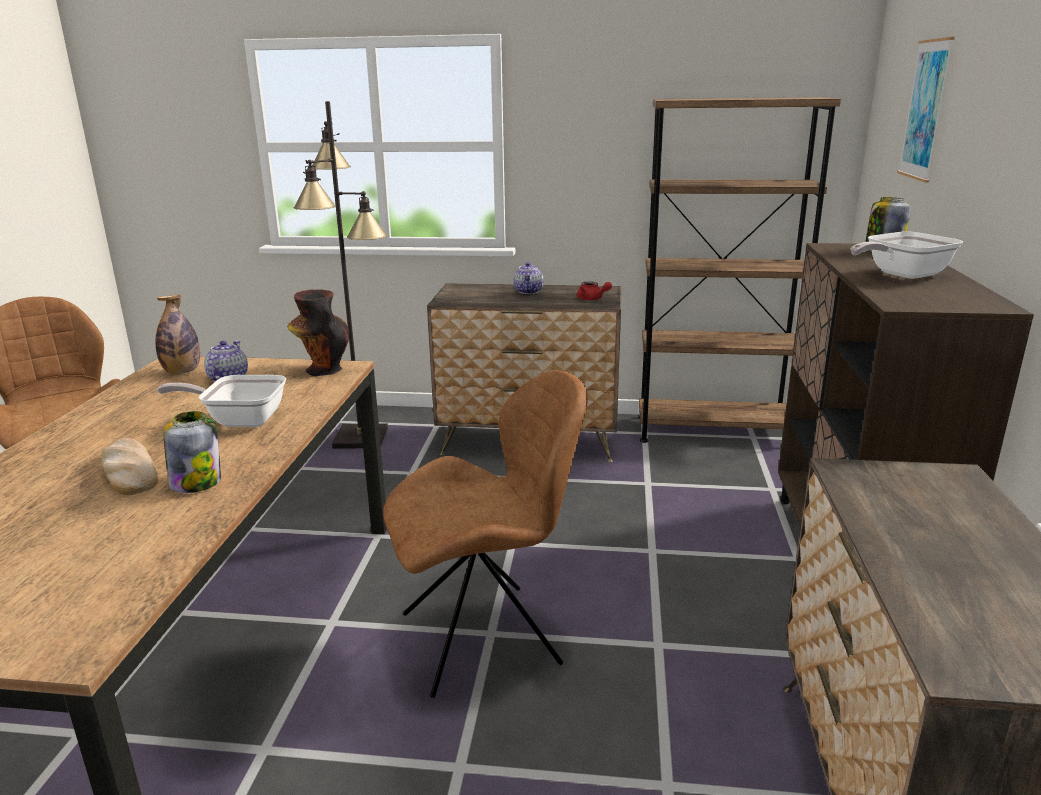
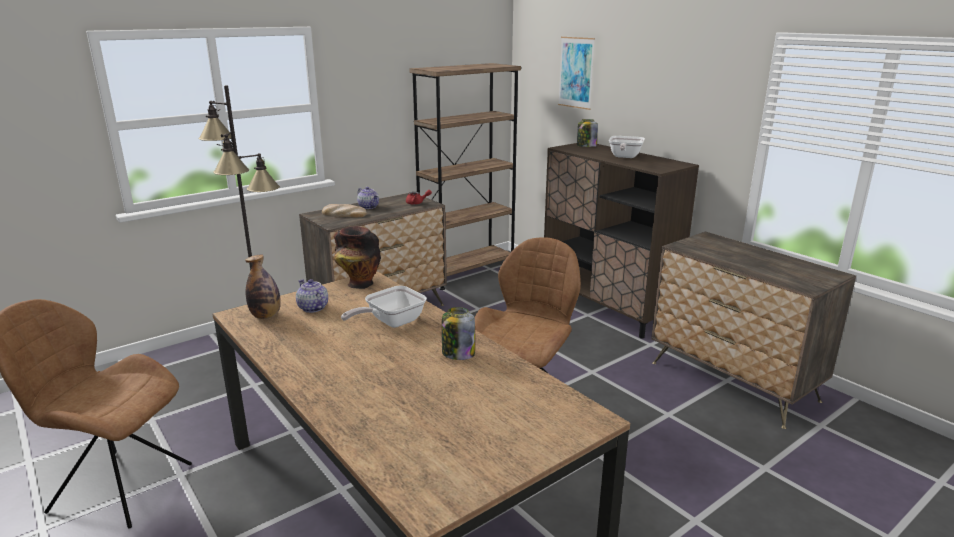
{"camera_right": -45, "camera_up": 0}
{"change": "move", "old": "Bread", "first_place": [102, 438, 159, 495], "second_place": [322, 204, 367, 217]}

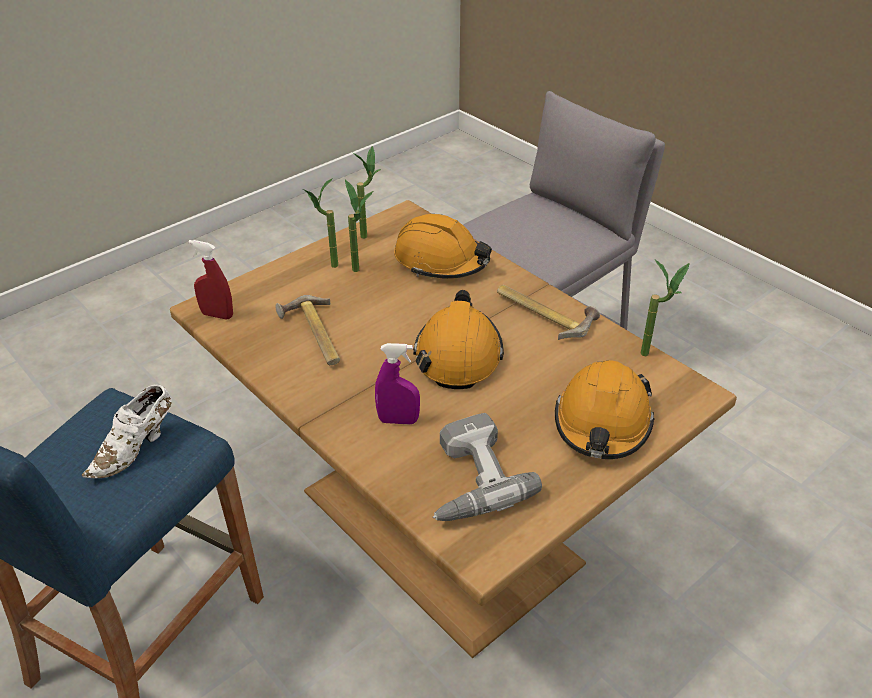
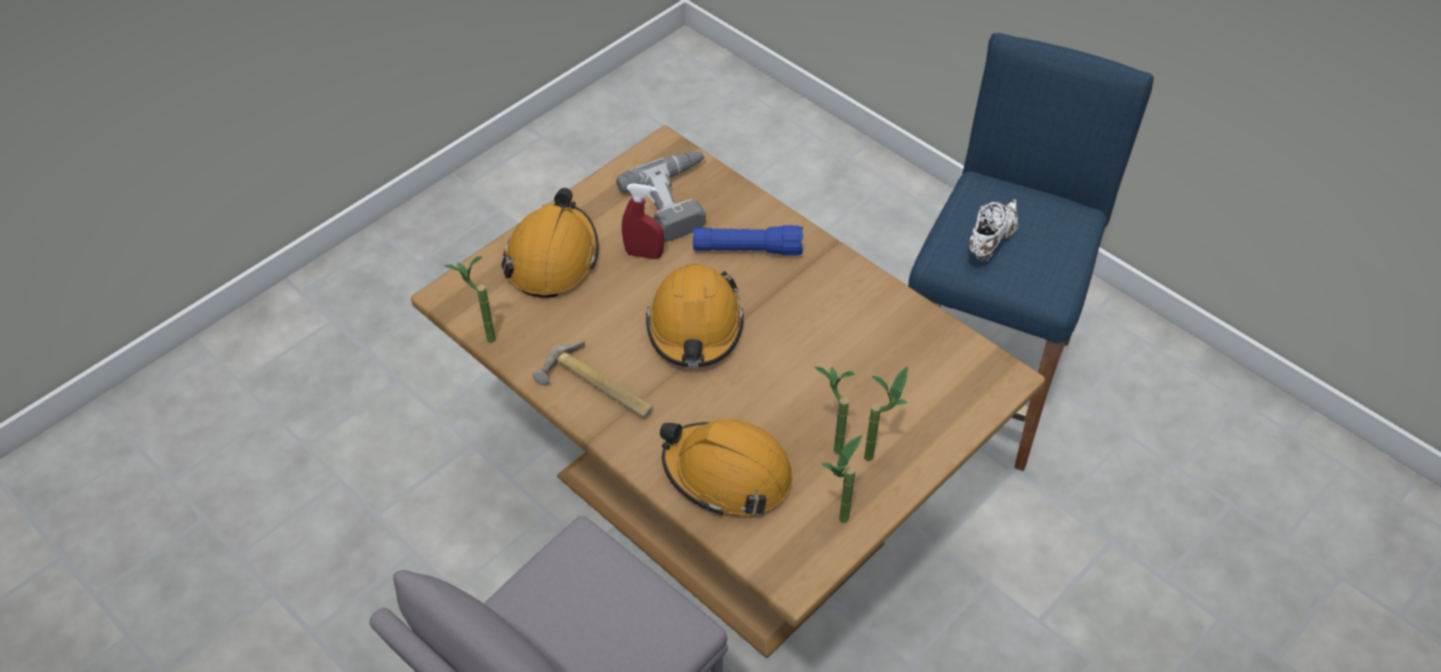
{"camera_right": 175, "camera_up": 10}
{"change": "move", "old": "RedSprayBottle", "first_place": [188, 240, 233, 319], "second_place": [622, 183, 664, 259]}
{"change": "delete", "old": "ToolHammer", "first_place": [275, 295, 340, 365]}
{"change": "replace", "old": "PurpleColouredSprayBottle", "new": "BlueColouredTorch", "first_place": [375, 343, 420, 425], "second_place": [693, 225, 803, 256]}

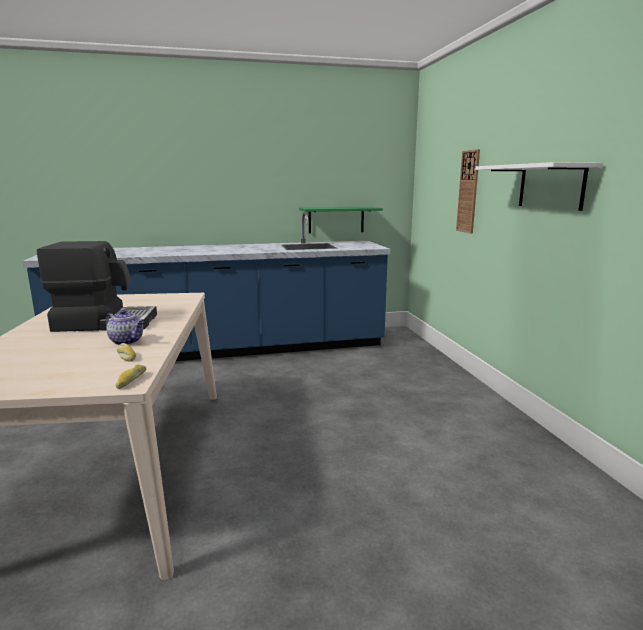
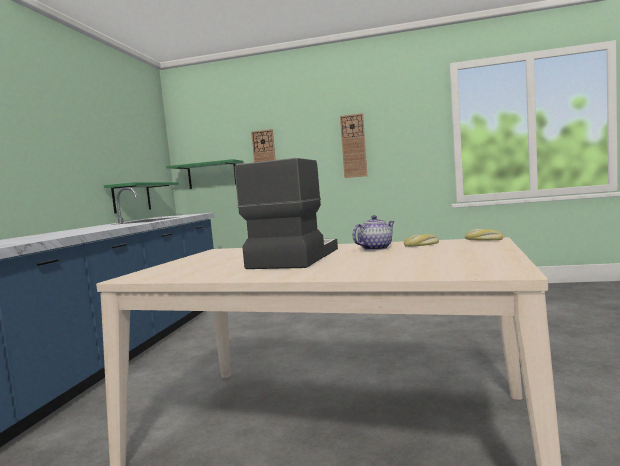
{"camera_right": -65, "camera_up": -10}
{"change": "replace", "old": "WhitishWallShelf", "new": "ClockOnTheWall", "first_place": [475, 162, 603, 211], "second_place": [340, 113, 367, 178]}
{"change": "insert", "new": "GreenColouredWallShelf", "second_place": [166, 159, 243, 189]}

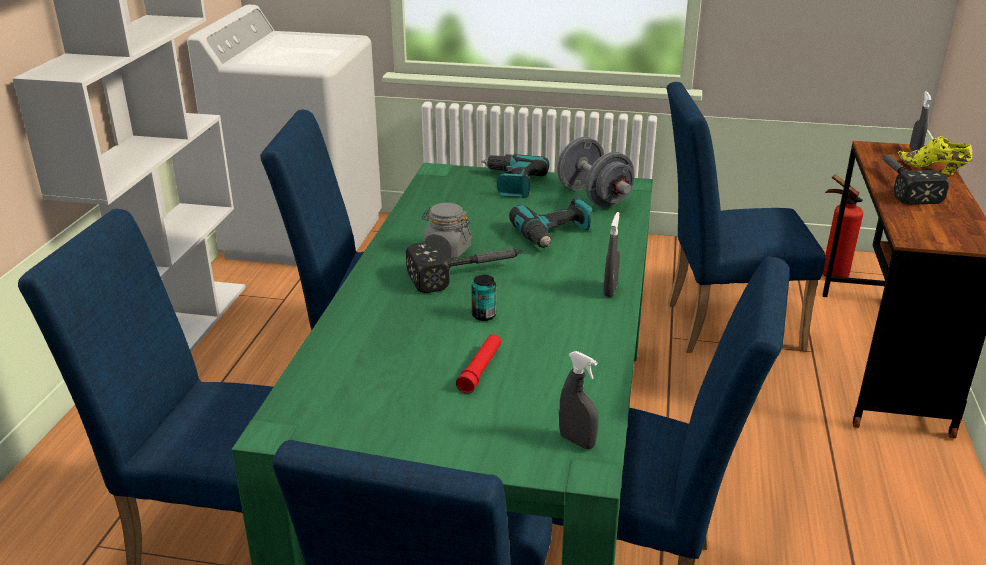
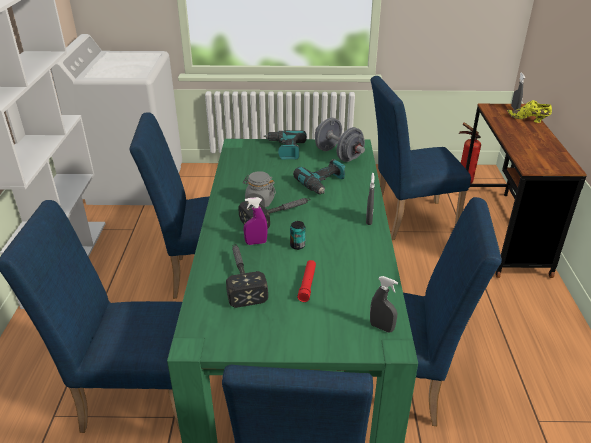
{"camera_right": -10, "camera_up": 5}
{"change": "move", "old": "ToolHammer", "first_place": [882, 155, 949, 205], "second_place": [226, 244, 268, 308]}
{"change": "insert", "new": "PurpleColouredSprayBottle", "second_place": [244, 197, 268, 245]}

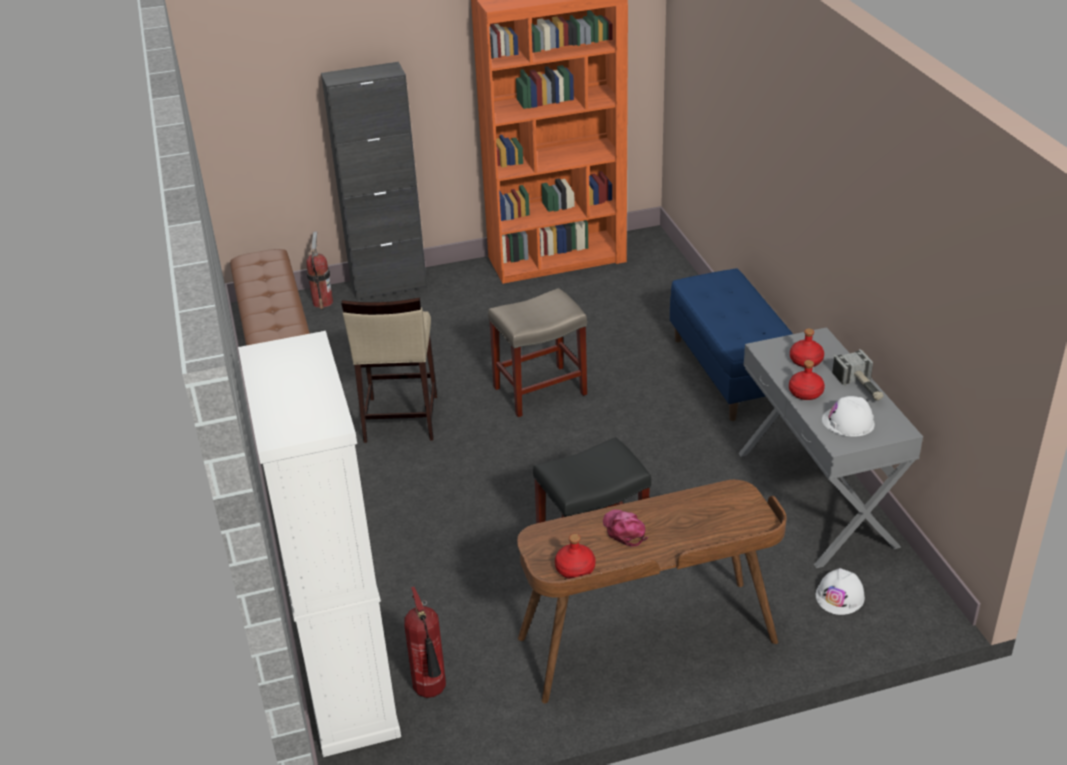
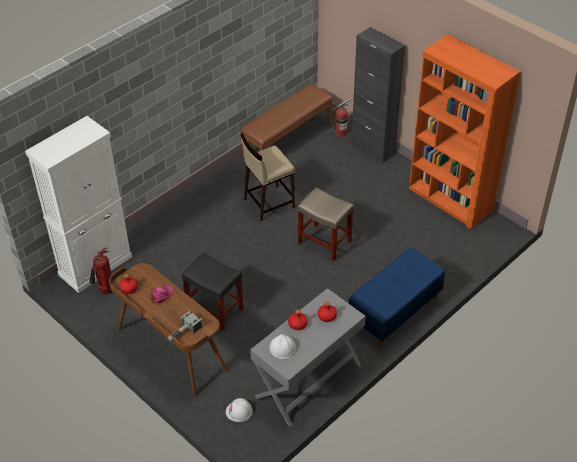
{"camera_right": 60, "camera_up": 10}
{"change": "move", "old": "ToolHammer", "first_place": [832, 349, 884, 401], "second_place": [168, 310, 203, 341]}

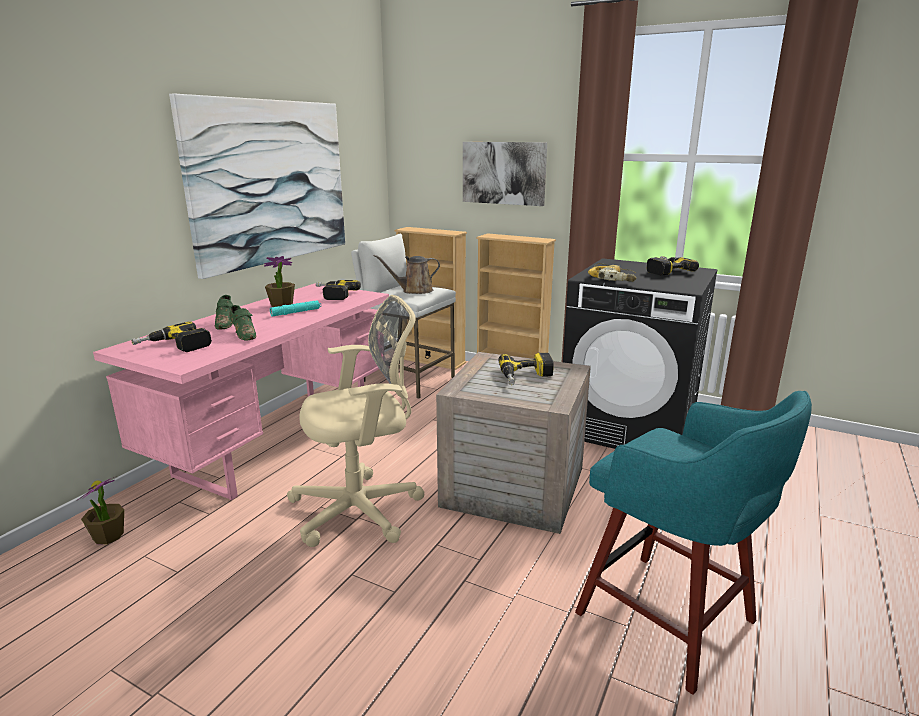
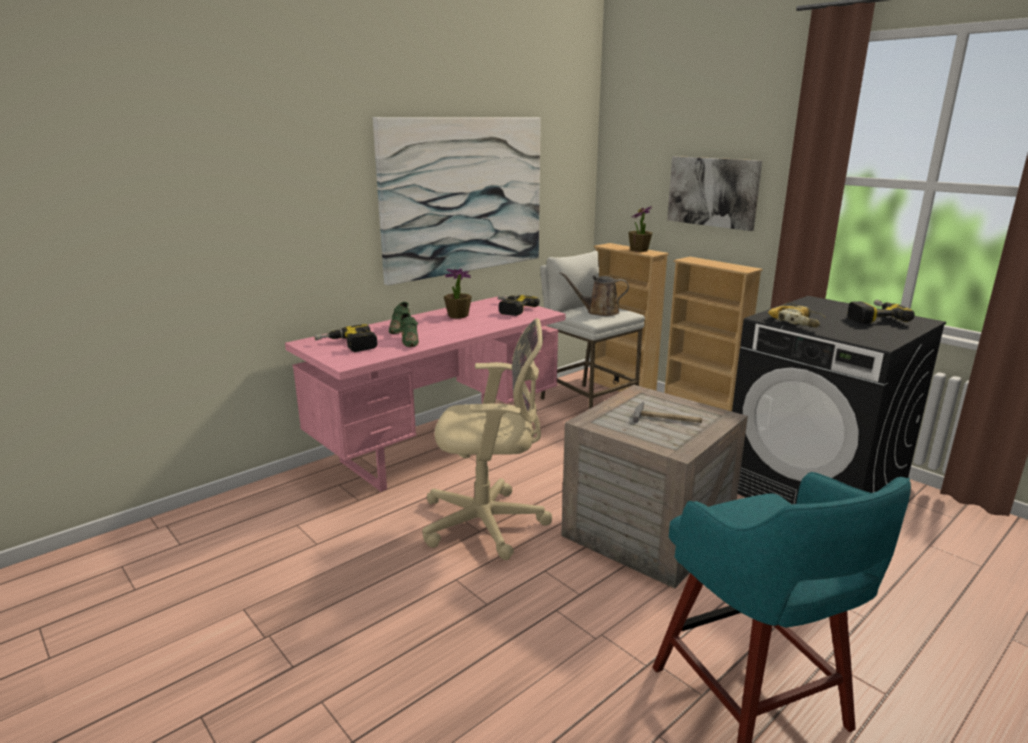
{"camera_right": 20, "camera_up": 0}
{"change": "delete", "old": "BlueGreenTorch", "first_place": [270, 300, 321, 316]}
{"change": "replace", "old": "Drill", "new": "ToolHammer", "first_place": [498, 353, 554, 385], "second_place": [633, 402, 702, 423]}
{"change": "move", "old": "PottedPlant", "first_place": [77, 476, 124, 545], "second_place": [628, 206, 653, 252]}

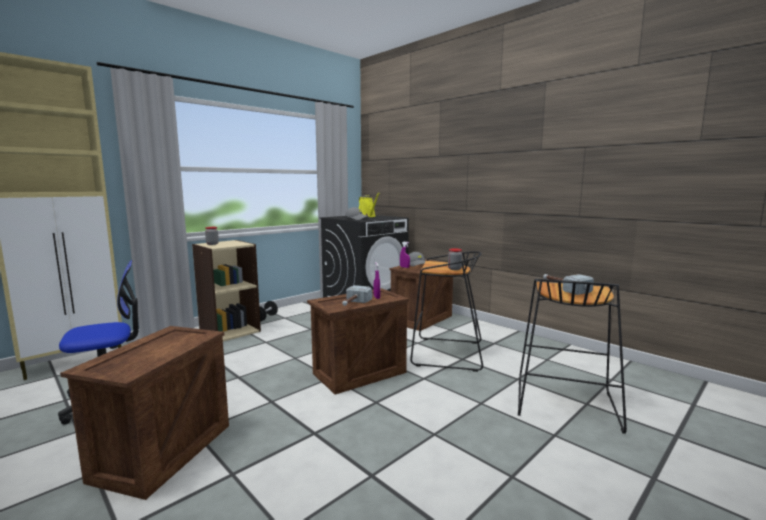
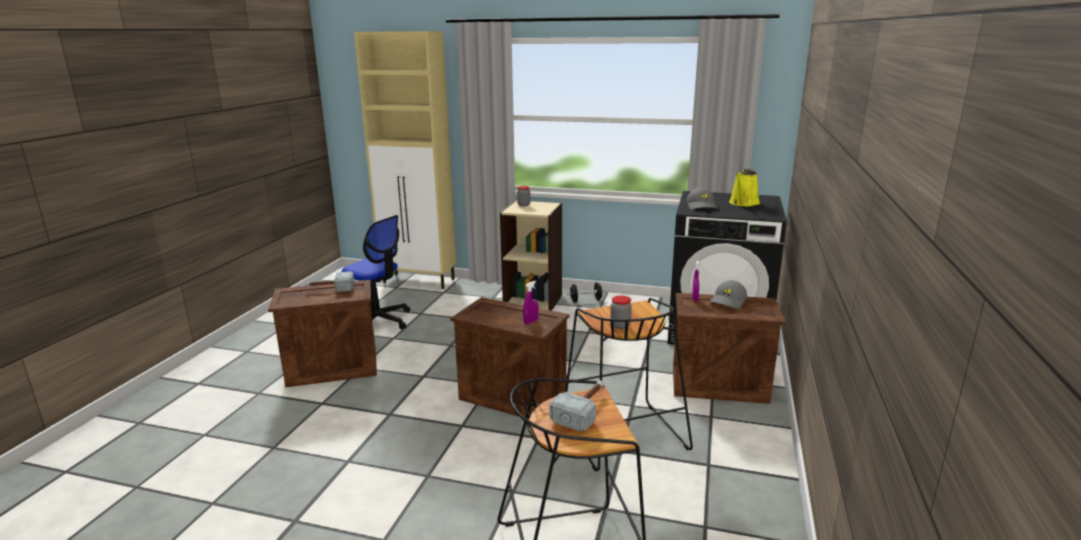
{"camera_right": 60, "camera_up": 10}
{"change": "move", "old": "ToolHammer", "first_place": [342, 285, 372, 306], "second_place": [305, 271, 354, 292]}

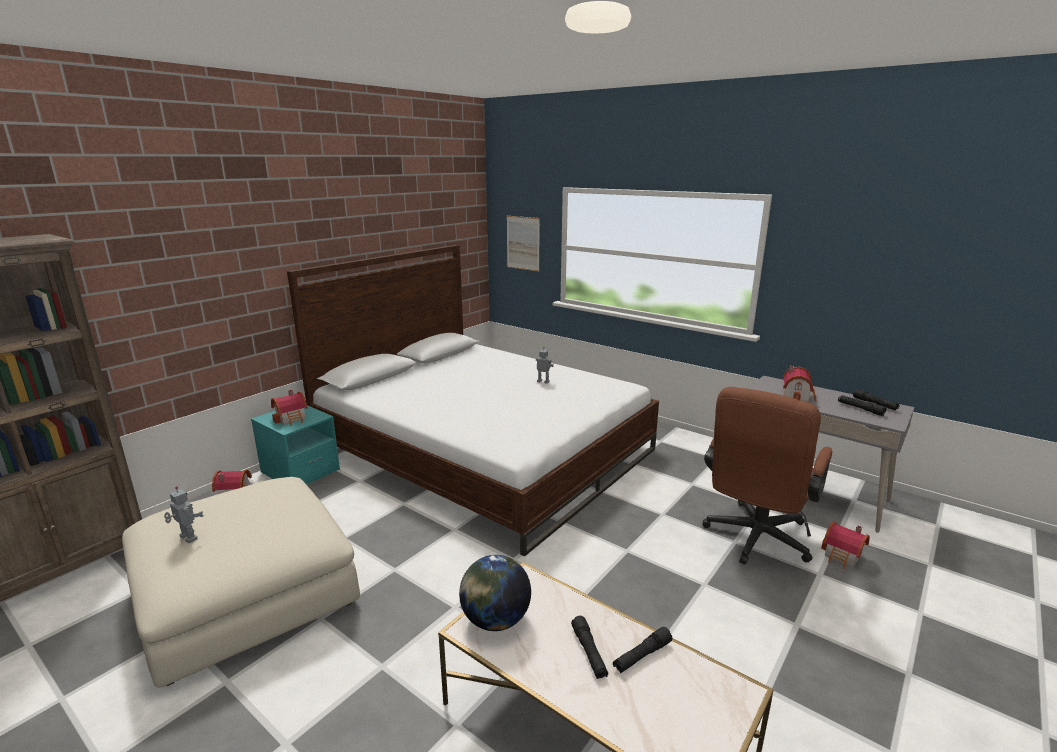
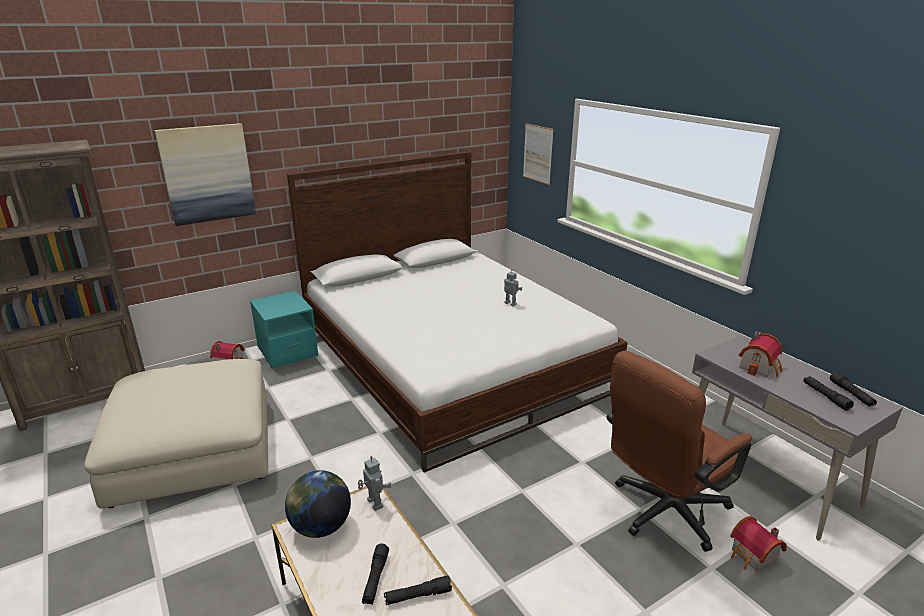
{"camera_right": 20, "camera_up": 5}
{"change": "delete", "old": "MiniatureHouse", "first_place": [271, 389, 308, 426]}
{"change": "move", "old": "ModelRobot", "first_place": [164, 486, 204, 543], "second_place": [358, 456, 391, 511]}
{"change": "insert", "new": "WallArt", "second_place": [155, 123, 256, 226]}

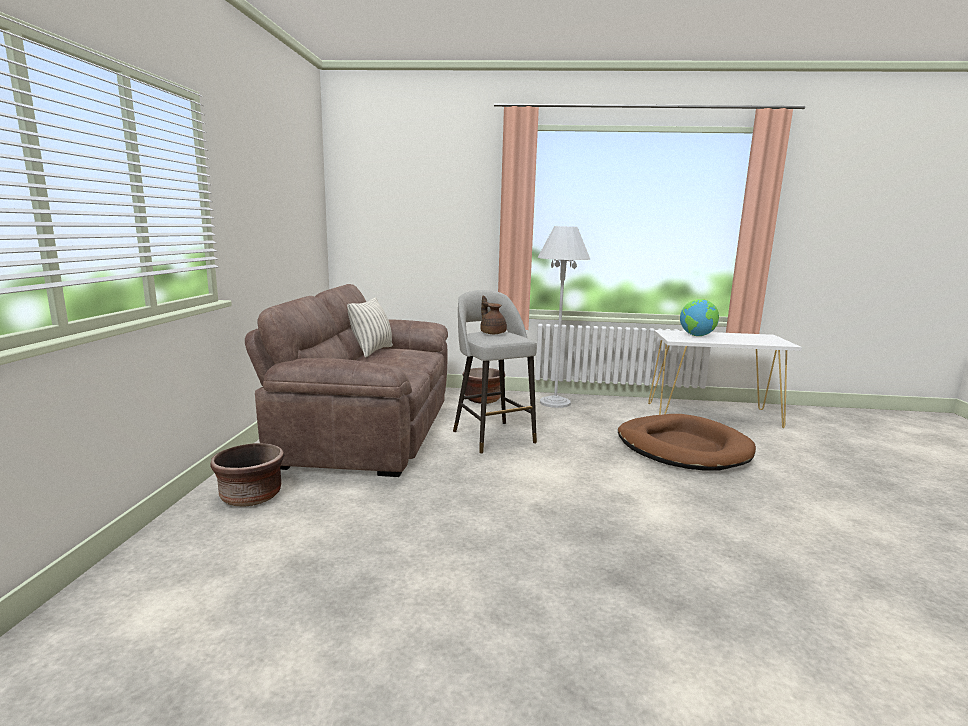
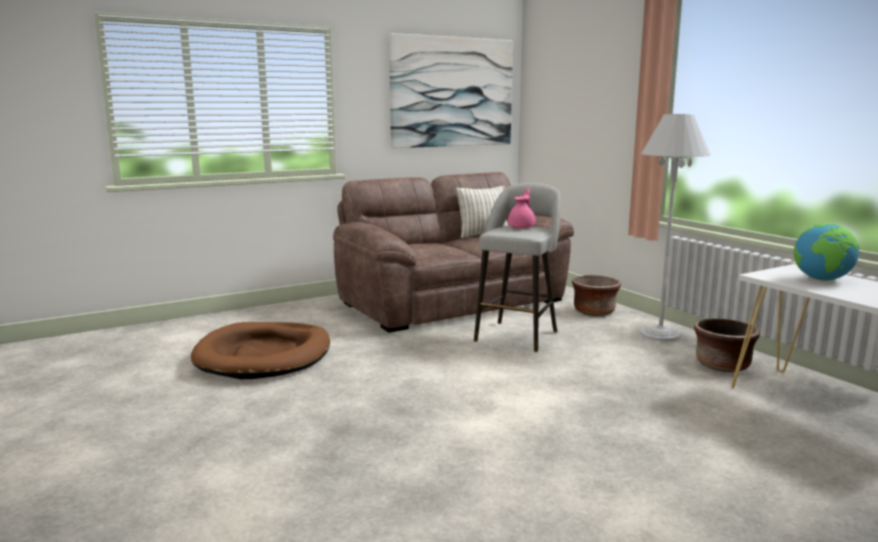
{"camera_right": 55, "camera_up": 0}
{"change": "recolor", "old": "BrownColouredTeapot", "new": "PinkTeapot", "first_place": [480, 296, 507, 334], "second_place": [508, 188, 536, 228]}
{"change": "move", "old": "BrownColouredPetBed", "first_place": [618, 414, 756, 471], "second_place": [191, 322, 330, 379]}
{"change": "move", "old": "BrownColouredPlanter", "first_place": [210, 443, 284, 506], "second_place": [694, 319, 760, 372]}
{"change": "insert", "new": "WallArt", "second_place": [389, 33, 513, 148]}

